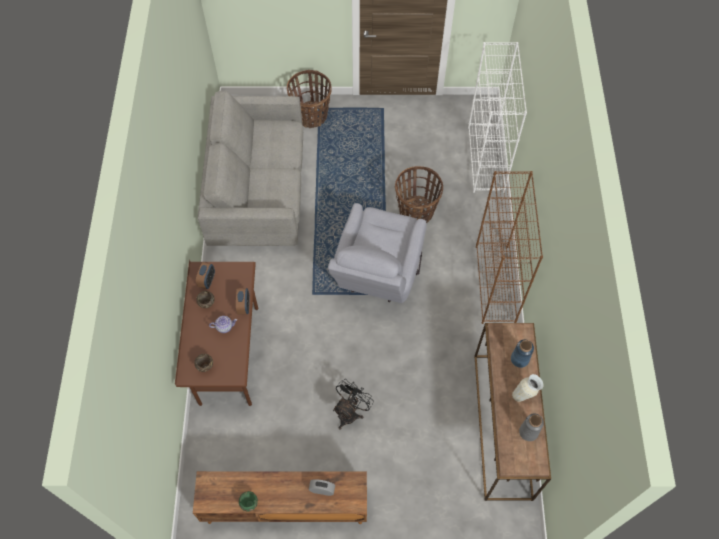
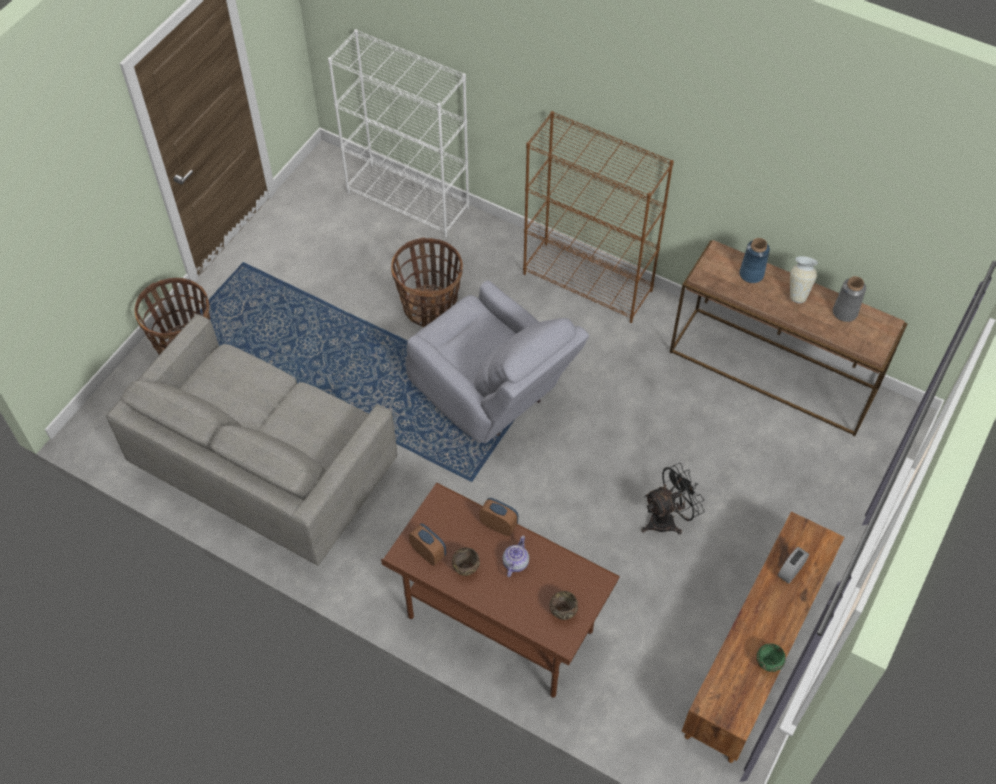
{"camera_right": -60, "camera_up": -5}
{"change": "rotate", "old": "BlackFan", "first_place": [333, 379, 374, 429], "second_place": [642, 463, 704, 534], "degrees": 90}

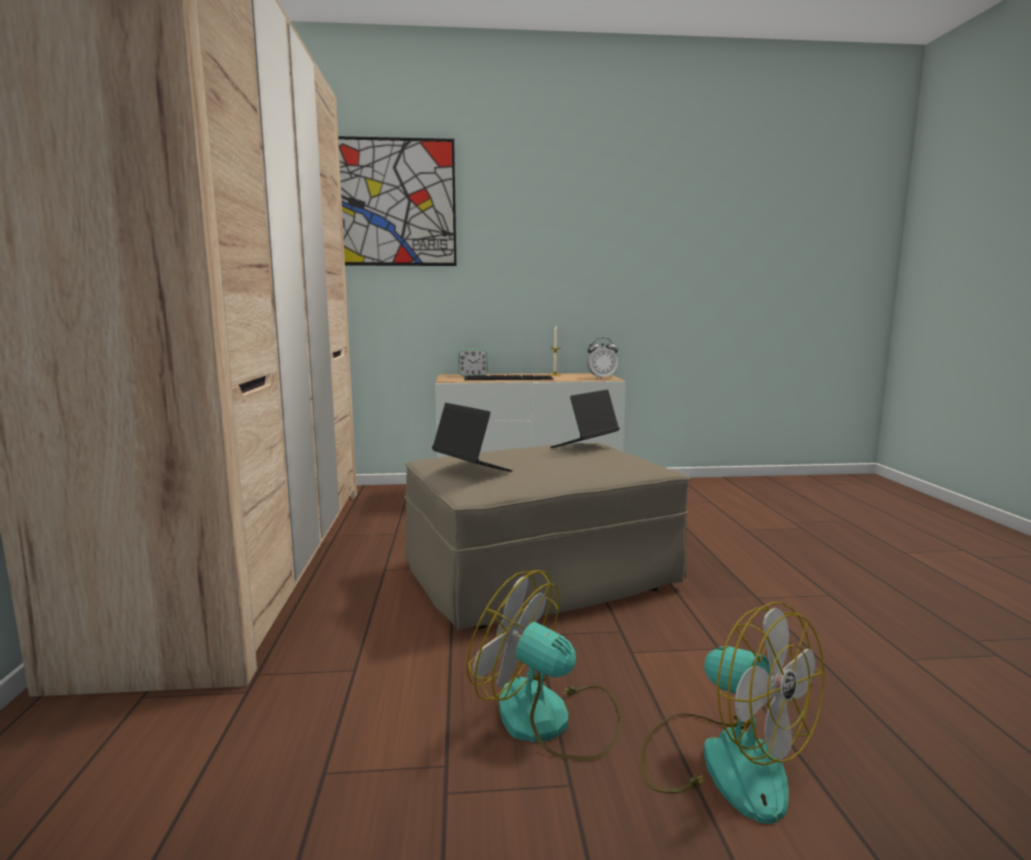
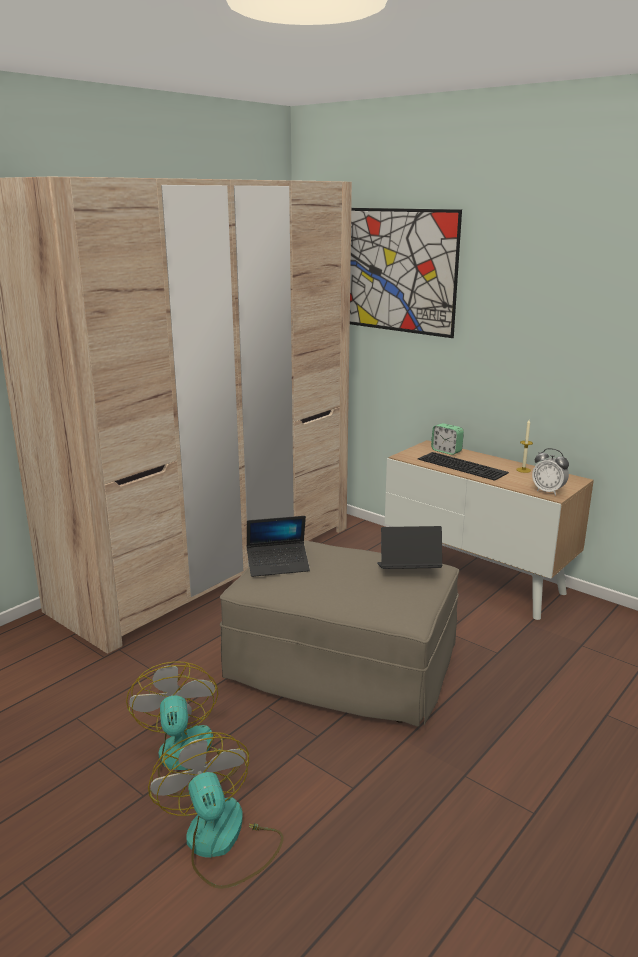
{"camera_right": 45, "camera_up": 10}
{"change": "rotate", "old": "Laptop", "first_place": [432, 403, 513, 472], "second_place": [247, 516, 310, 577], "degrees": 75}
{"change": "rotate", "old": "Fan", "first_place": [640, 602, 824, 824], "second_place": [148, 732, 284, 889], "degrees": 150}

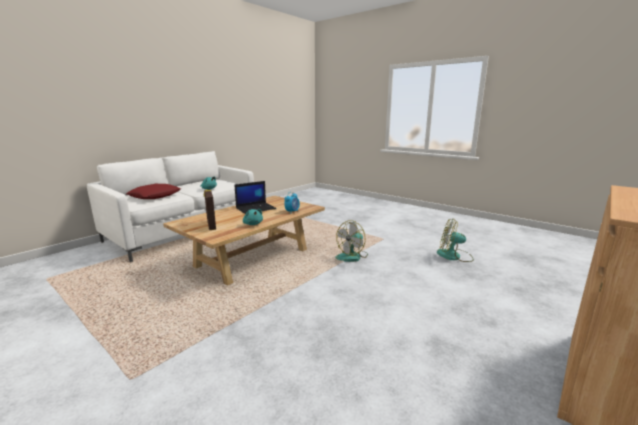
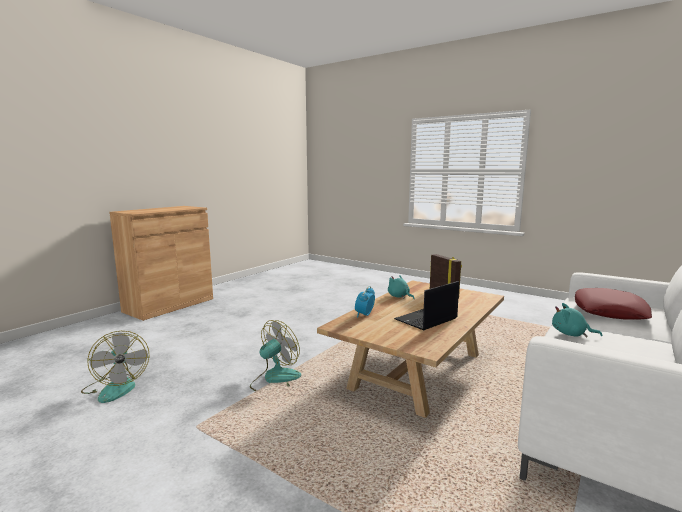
{"camera_right": 175, "camera_up": -5}
{"change": "rotate", "old": "Fan", "first_place": [437, 219, 474, 262], "second_place": [81, 331, 150, 403], "degrees": 45}

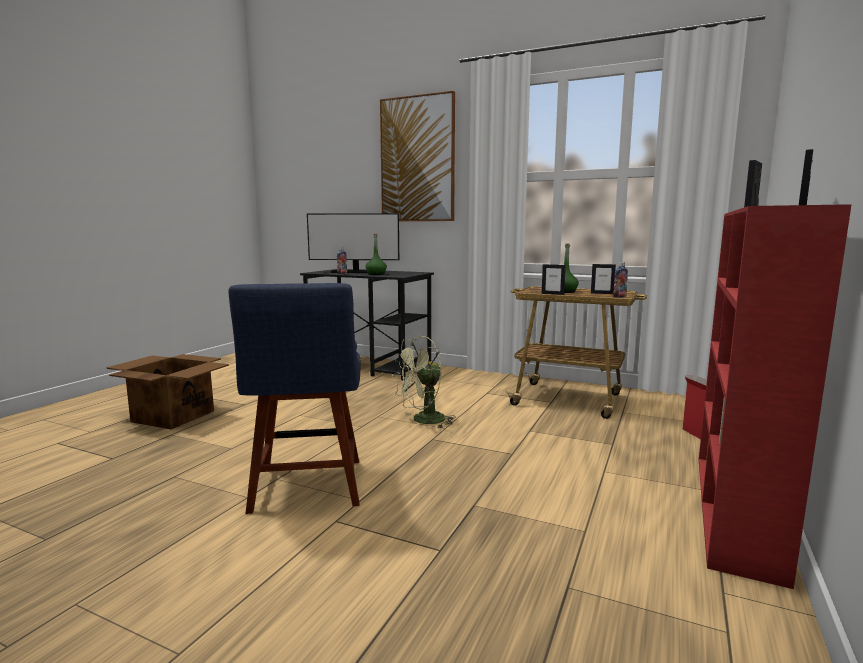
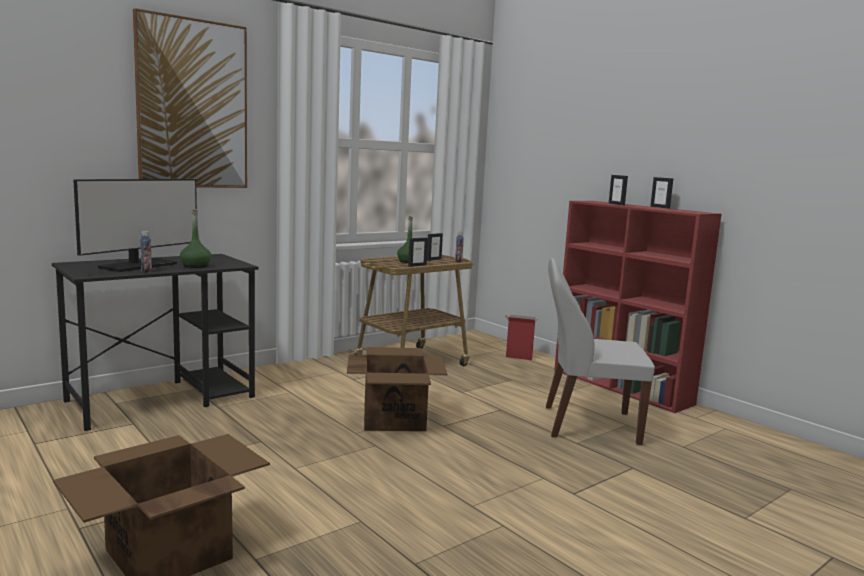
{"camera_right": -65, "camera_up": 0}
{"change": "delete", "old": "BlueColouredPlainChair", "first_place": [228, 283, 361, 514]}
{"change": "replace", "old": "GreenColouredFan", "new": "Carton", "first_place": [392, 336, 456, 428], "second_place": [347, 347, 448, 431]}
{"change": "insert", "new": "WhitishPlainChair", "second_place": [546, 258, 655, 445]}

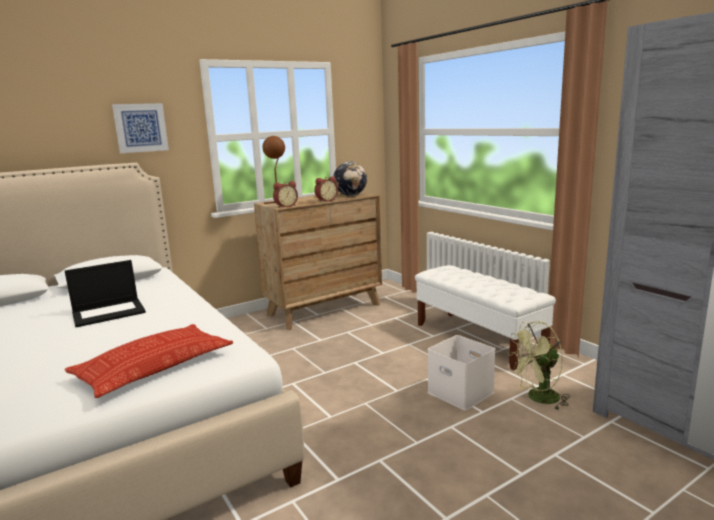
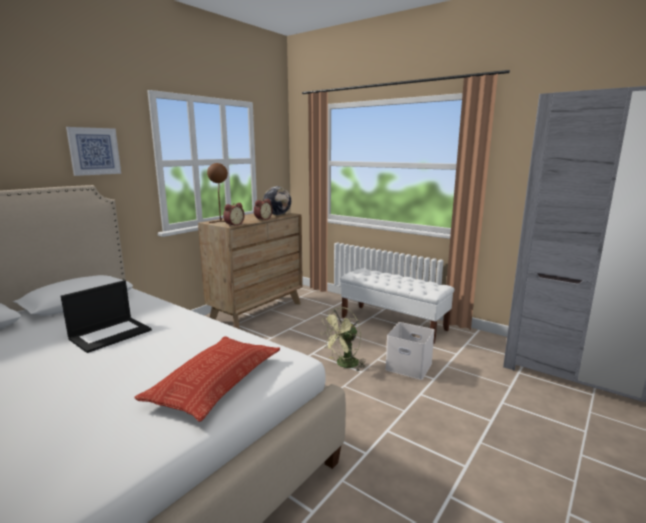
{"camera_right": -20, "camera_up": 0}
{"change": "move", "old": "GreenColouredFan", "first_place": [508, 321, 570, 410], "second_place": [320, 307, 366, 371]}

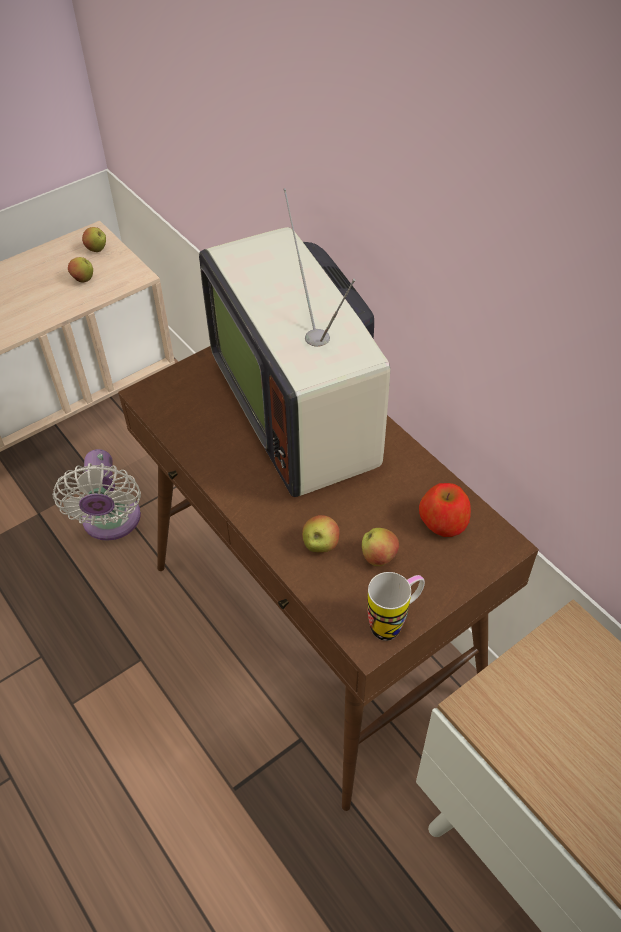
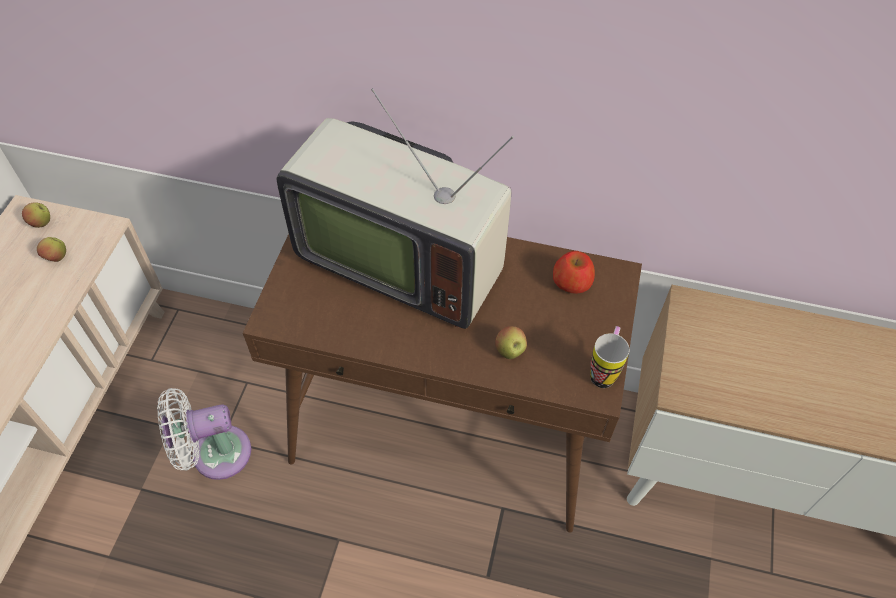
{"camera_right": -40, "camera_up": 5}
{"change": "rotate", "old": "WhitishFan", "first_place": [53, 449, 141, 541], "second_place": [157, 388, 251, 480], "degrees": 120}
{"change": "delete", "old": "AppleFruit", "first_place": [362, 528, 399, 566]}

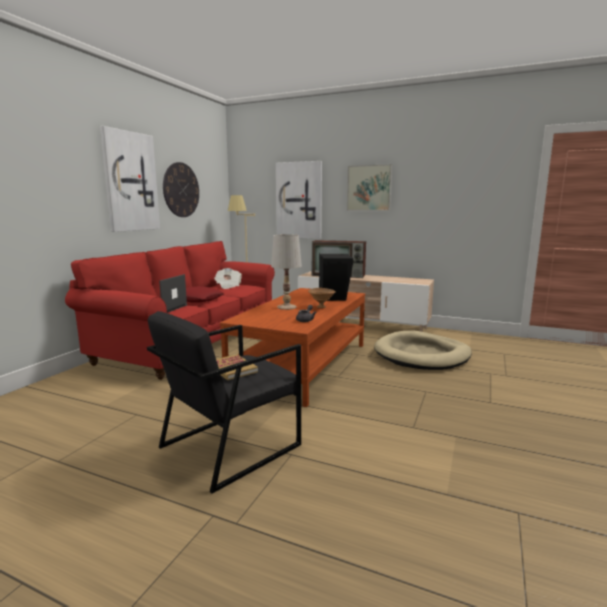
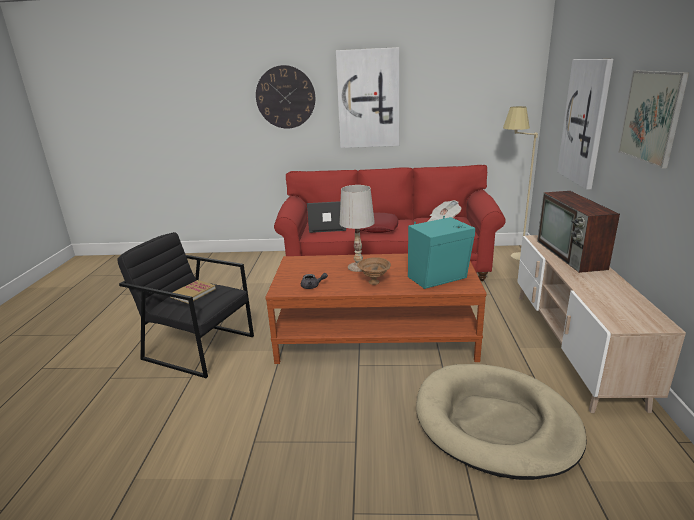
{"camera_right": 70, "camera_up": 10}
{"change": "move", "old": "ClockOnTheWall", "first_place": [163, 162, 199, 217], "second_place": [256, 65, 315, 129]}
{"change": "recolor", "old": "BlackSpeaker", "new": "BlueGreenSpeaker", "first_place": [319, 254, 353, 301], "second_place": [408, 216, 475, 289]}

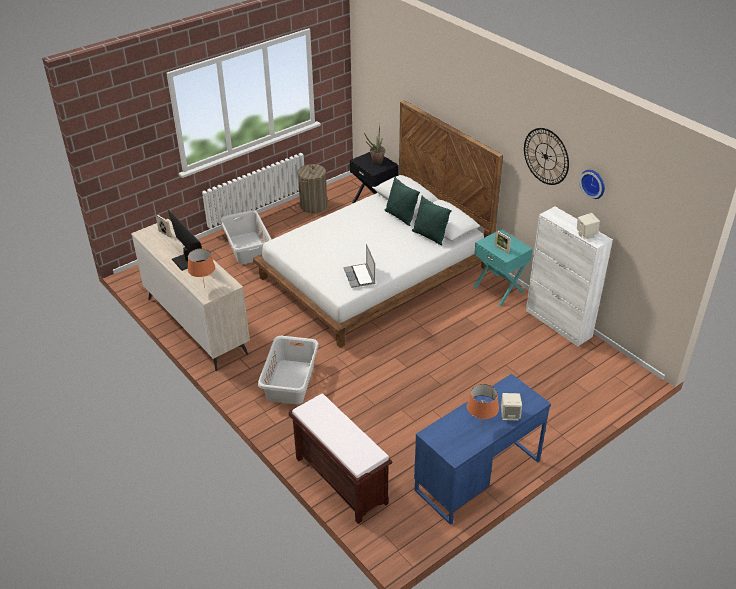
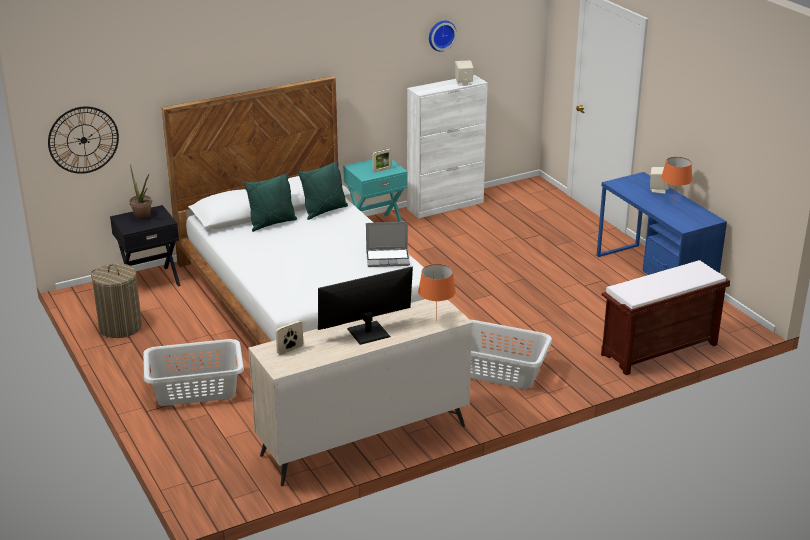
{"camera_right": -80, "camera_up": -10}
{"change": "move", "old": "ClockOnTheWall", "first_place": [524, 128, 569, 185], "second_place": [48, 106, 119, 174]}

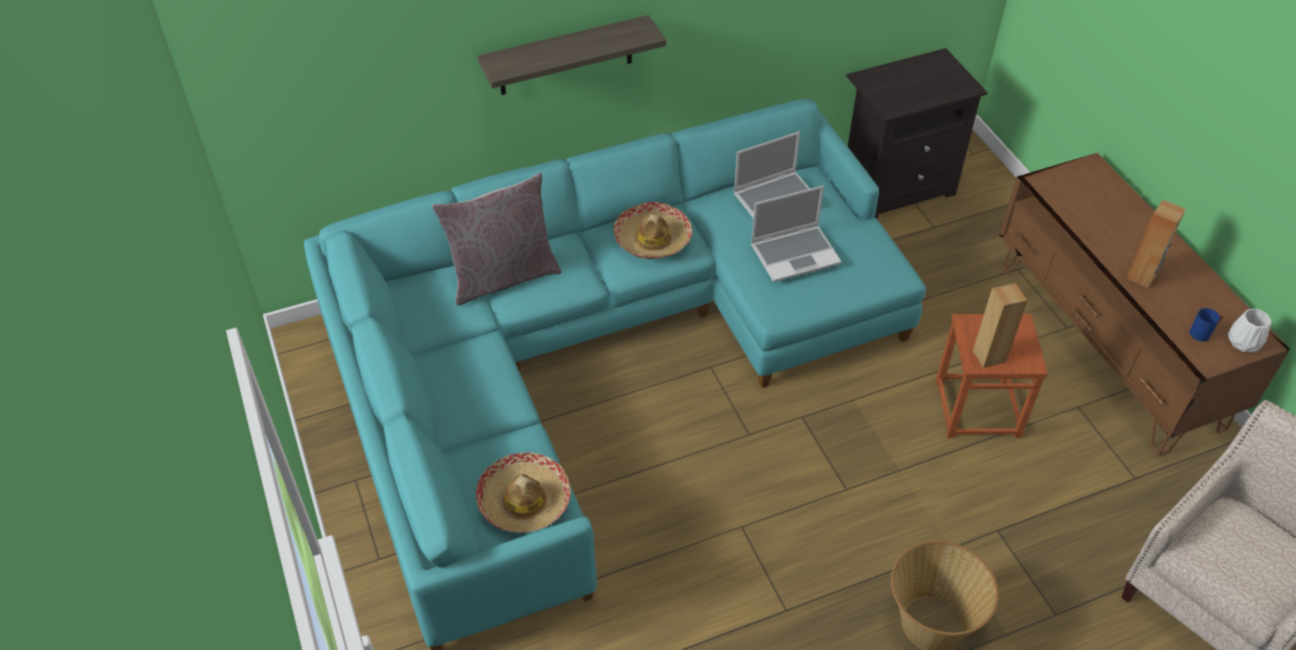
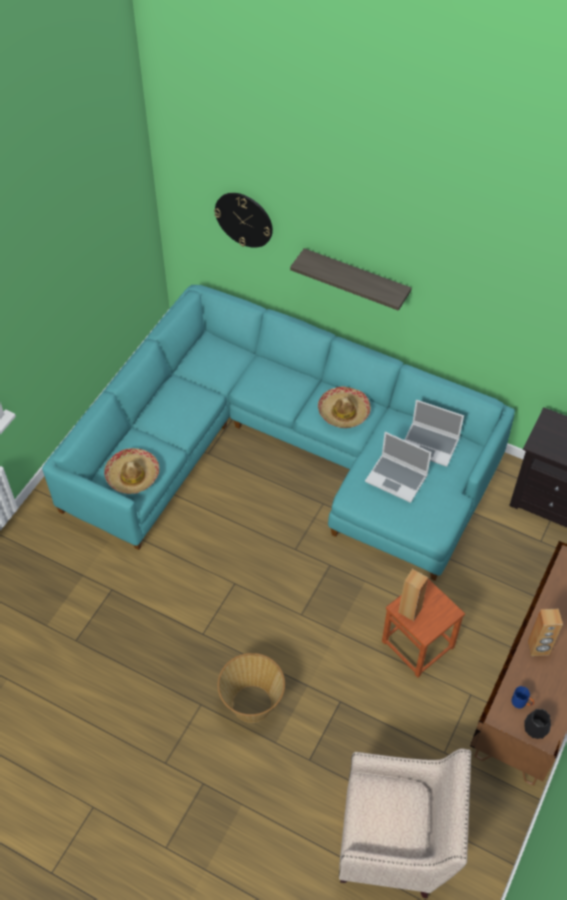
{"camera_right": 50, "camera_up": 5}
{"change": "delete", "old": "GrayThrowPillow", "first_place": [432, 173, 561, 306]}
{"change": "recolor", "old": "WhitishFlowerVase", "new": "BlackFlowerVase", "first_place": [1228, 309, 1271, 352], "second_place": [524, 709, 551, 739]}
{"change": "insert", "new": "ClockOnTheWall", "second_place": [214, 193, 273, 248]}

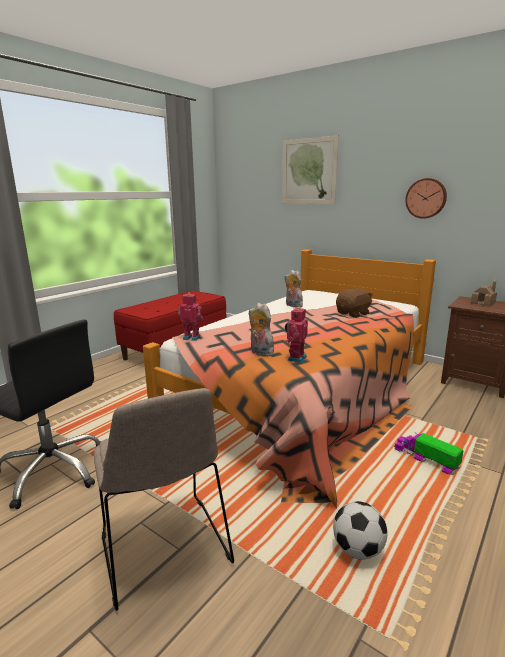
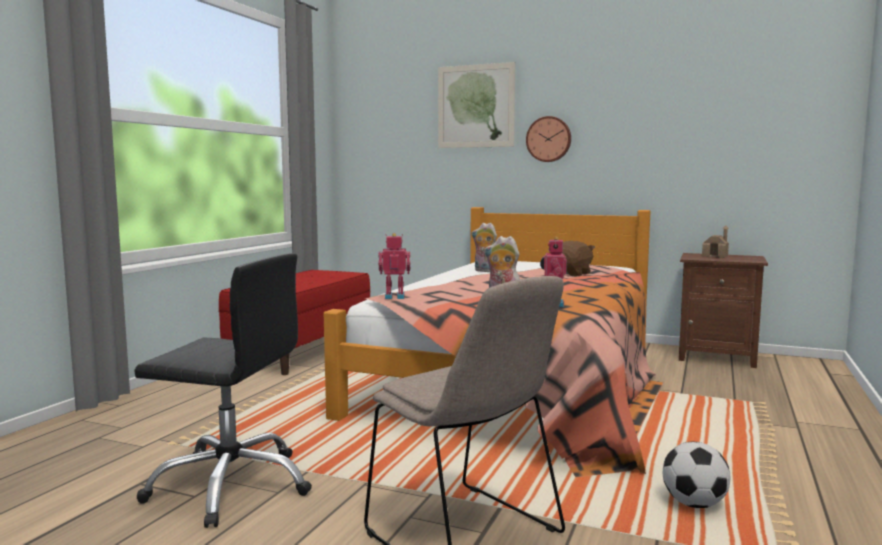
{"camera_right": -15, "camera_up": -10}
{"change": "move", "old": "ClockOnTheWall", "first_place": [405, 178, 447, 219], "second_place": [526, 116, 571, 162]}
{"change": "delete", "old": "ToyTruck", "first_place": [394, 432, 463, 475]}

